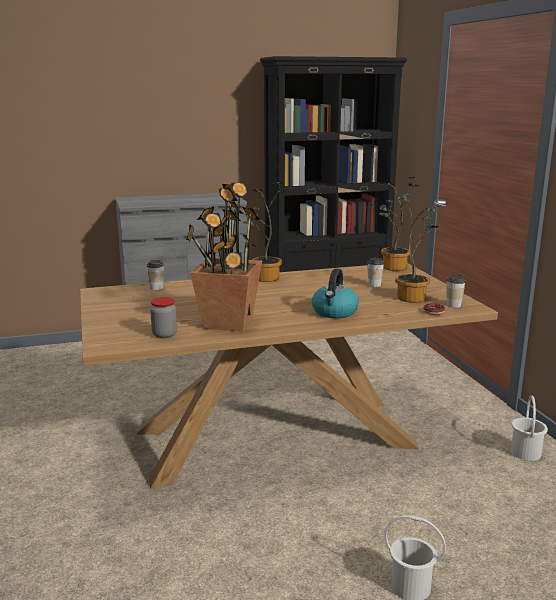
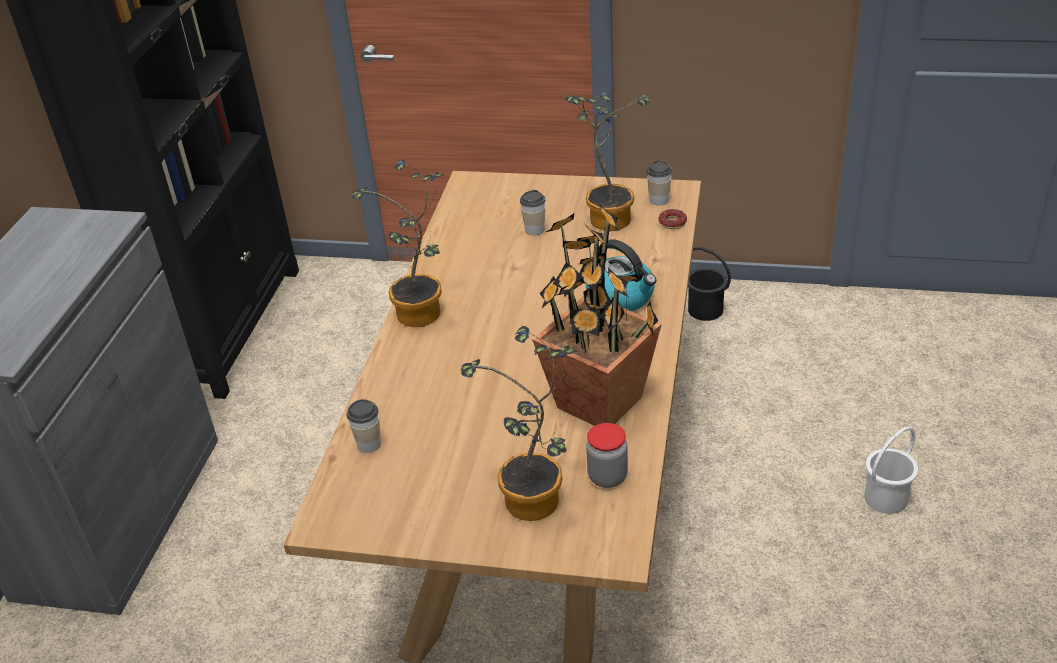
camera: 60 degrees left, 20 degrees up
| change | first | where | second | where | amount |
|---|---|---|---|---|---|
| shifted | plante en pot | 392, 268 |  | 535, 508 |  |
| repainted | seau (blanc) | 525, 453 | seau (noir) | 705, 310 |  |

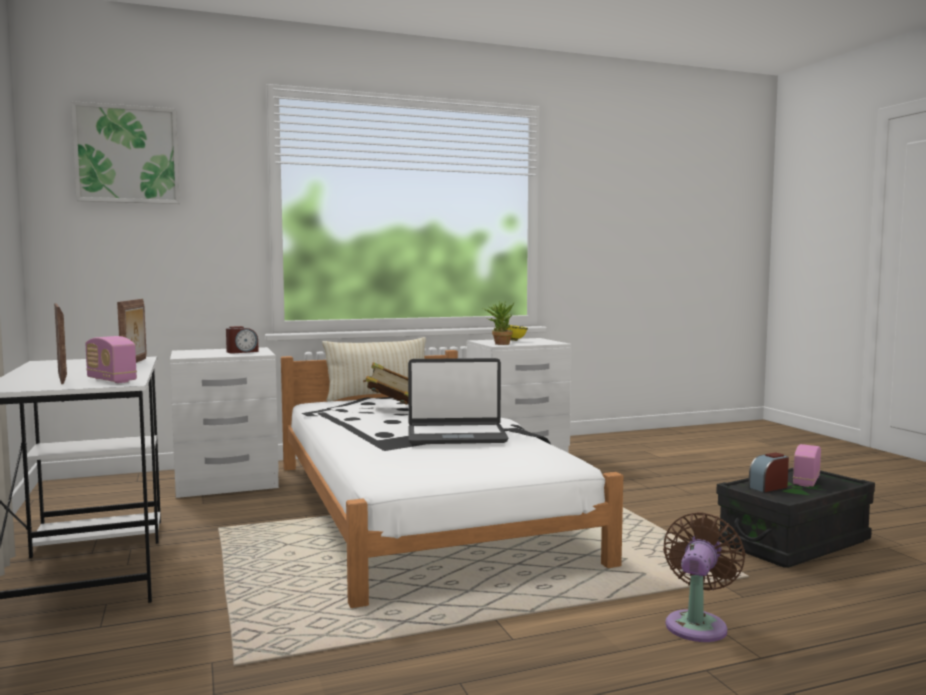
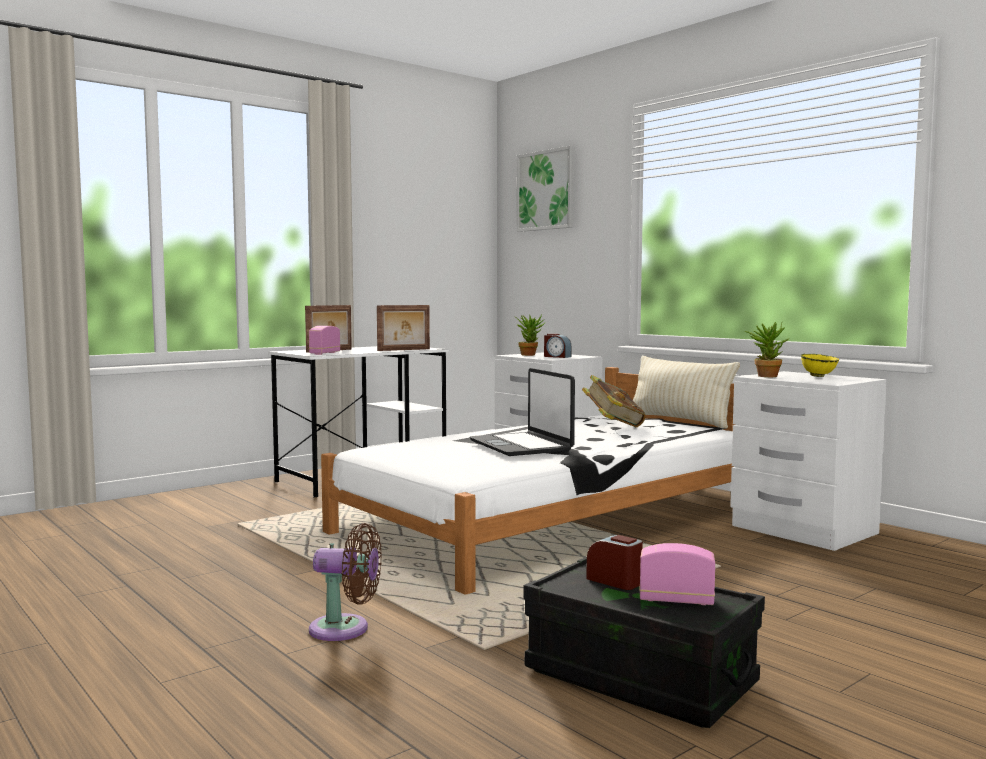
camera: 70 degrees right, 0 degrees up
| change | first | where | second | where | amount |
|---|---|---|---|---|---|
| new |  |  | plante en pot | 530, 355 |  |

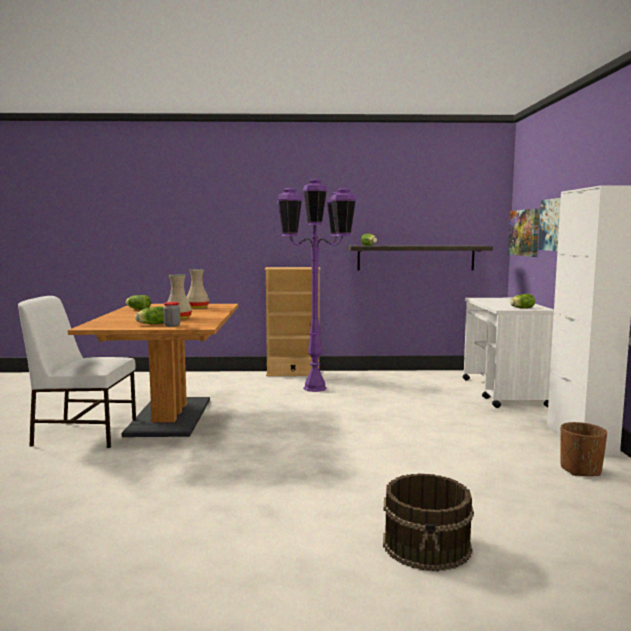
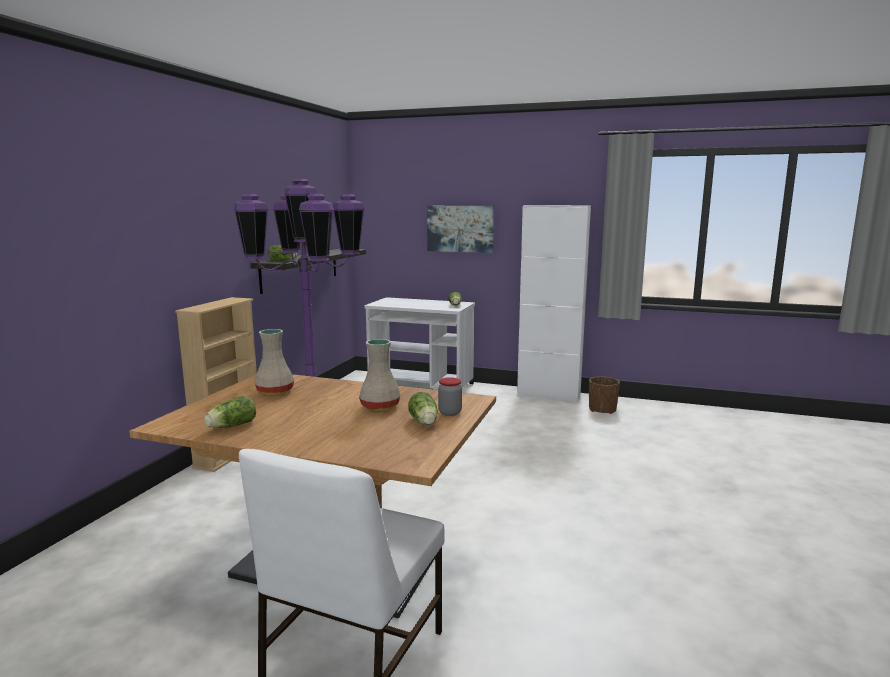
camera: 70 degrees left, 5 degrees up
| change | first | where | second | where | amount |
|---|---|---|---|---|---|
| gone | seau (marron) | 427, 545 |  |  |  |
| gone | tableau | 524, 232 |  |  |  |

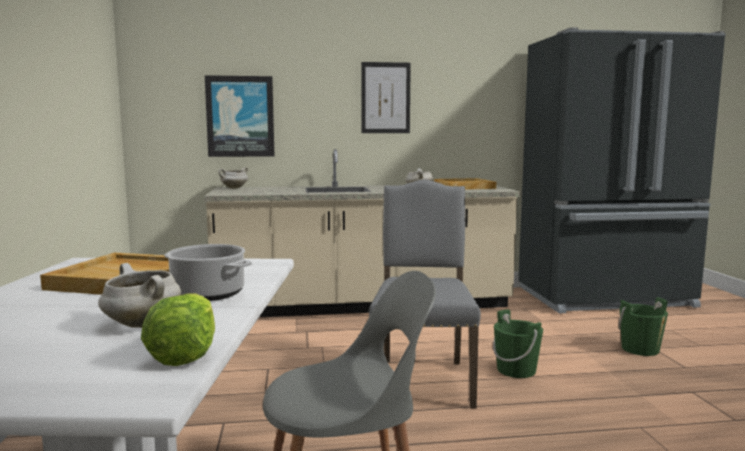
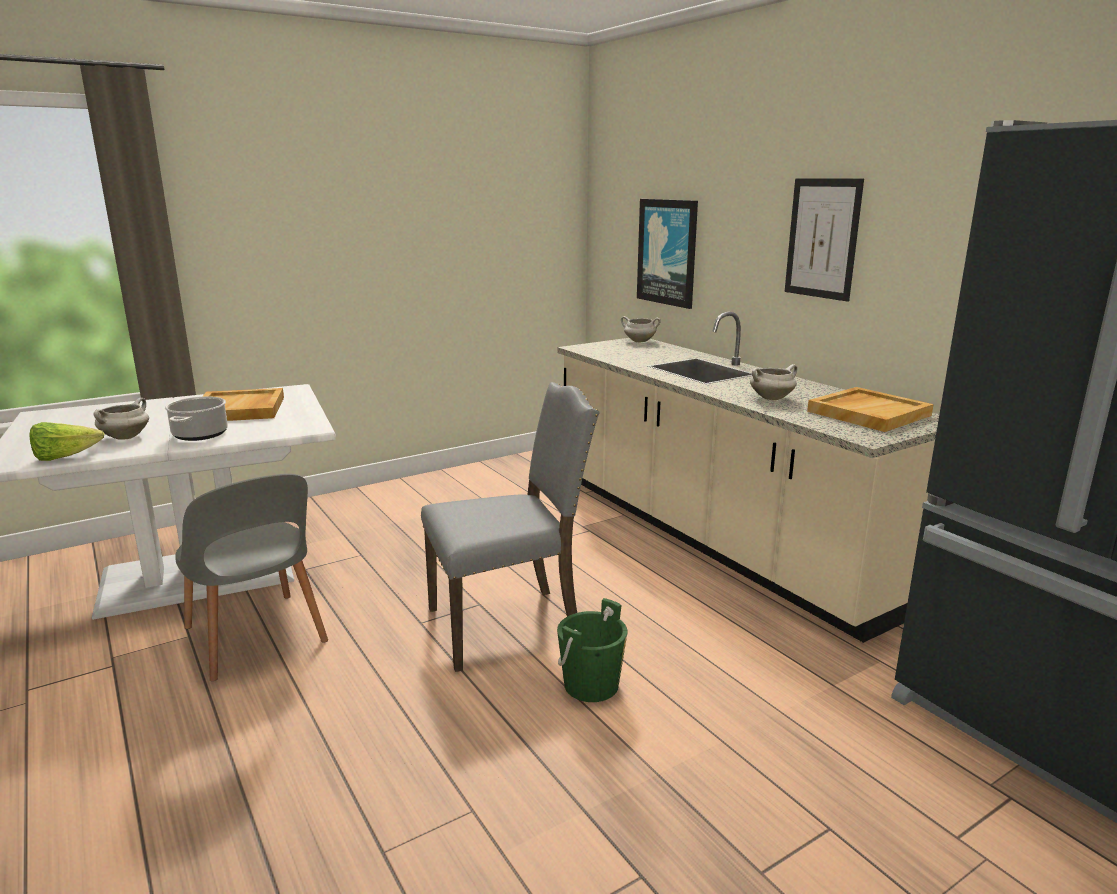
camera: 65 degrees right, 10 degrees up
| change | first | where | second | where | amount |
|---|---|---|---|---|---|
| gone | seau (vert) | 640, 349 |  |  |  |

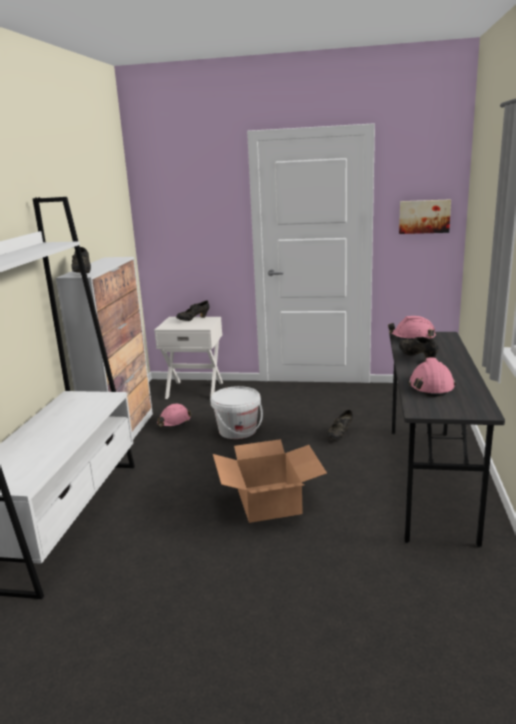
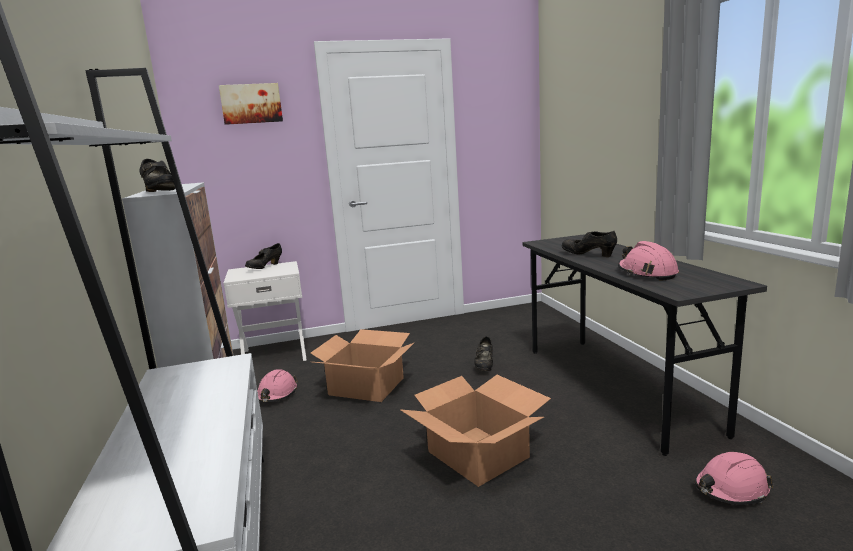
camera: 25 degrees left, 5 degrees down
| change | first | where | second | where | amount |
|---|---|---|---|---|---|
| shifted | tableau | 424, 216 |  | 251, 103 |  |
| swapped | seau (blanc) | 237, 430 | carton | 366, 386 |  |
| shifted | casque de chantier (rose) | 412, 338 |  | 731, 489 |  |

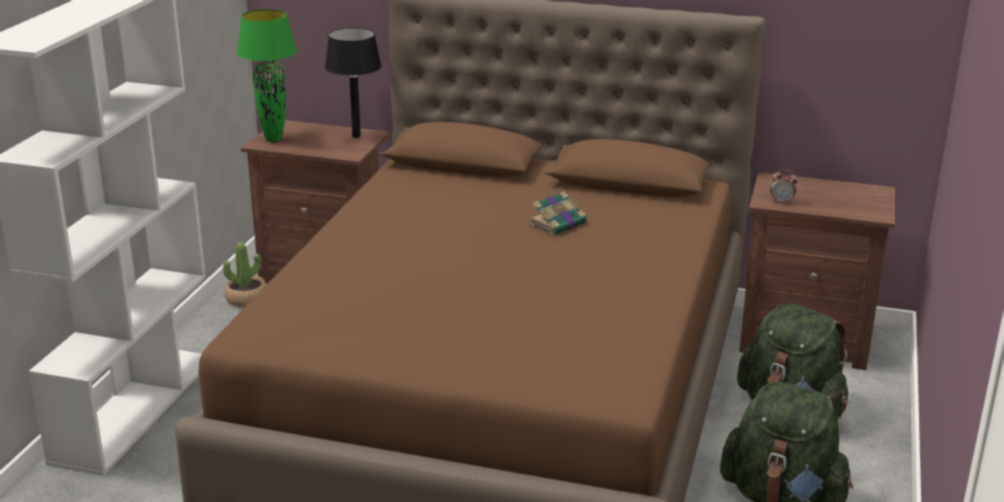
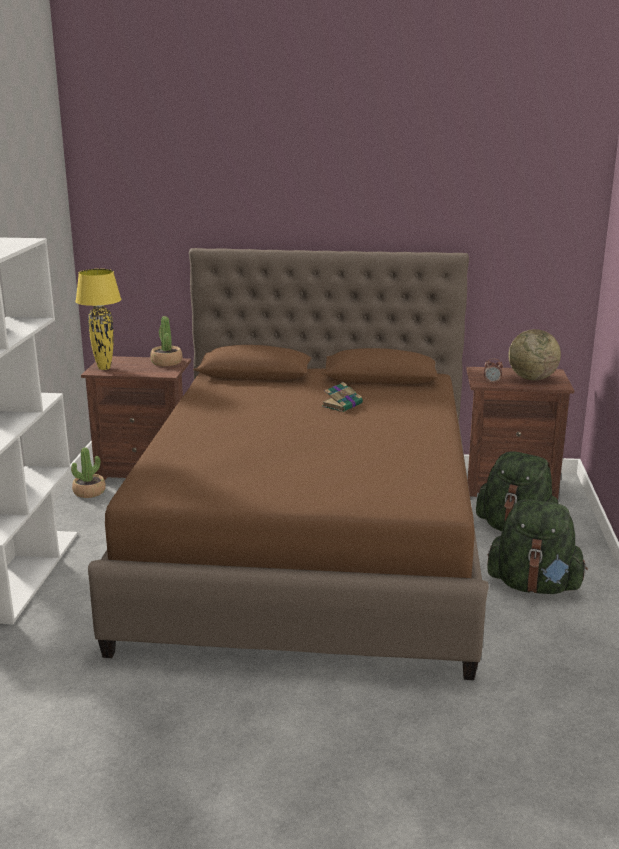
camera: 10 degrees left, 5 degrees down
| change | first | where | second | where | amount |
|---|---|---|---|---|---|
| repainted | lampe de table (vert) | 273, 139 | lampe de table (jaune) | 104, 368 |  |
| swapped | lampe de table (noir) | 356, 136 | plante en pot | 166, 362 |  |
| new |  |  | globe | 532, 378 |  |

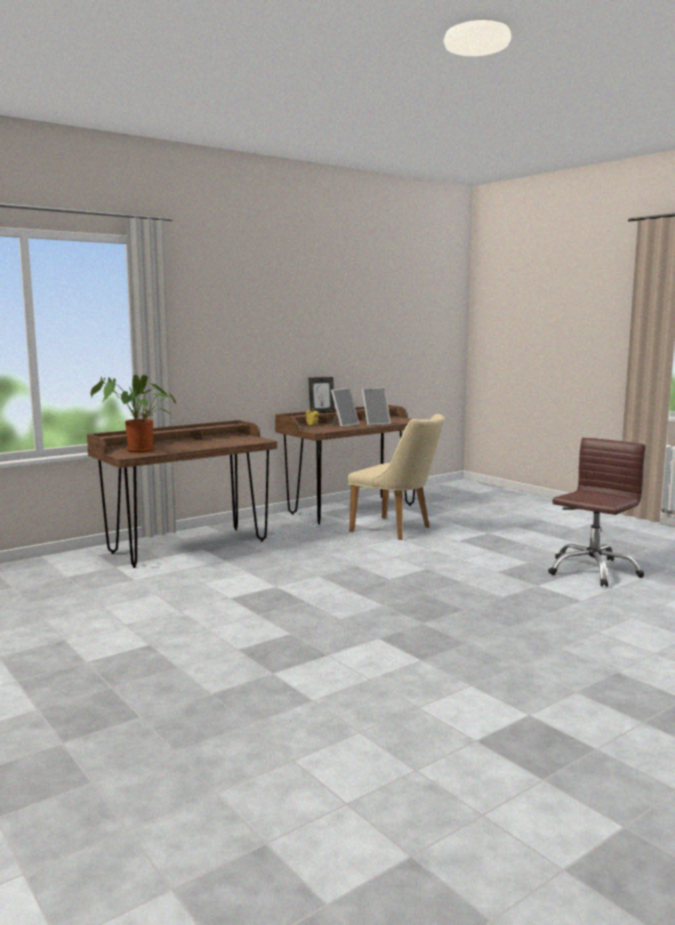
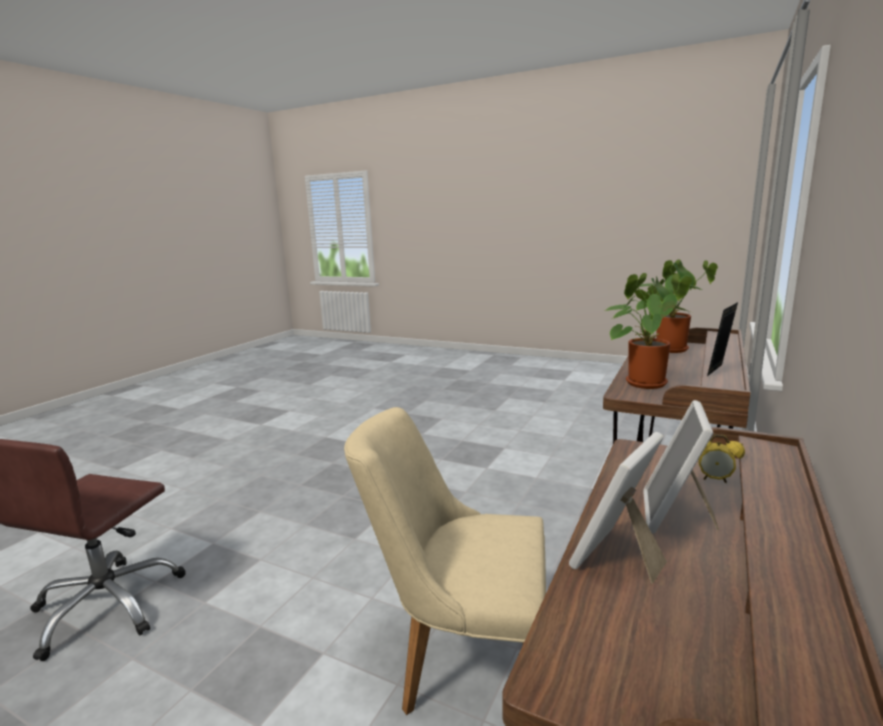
camera: 155 degrees right, 5 degrees up
| change | first | where | second | where | amount |
|---|---|---|---|---|---|
| new |  |  | plante en pot | 644, 382 |  |
| shifted | cadre photo | 321, 412 |  | 719, 371 |  |

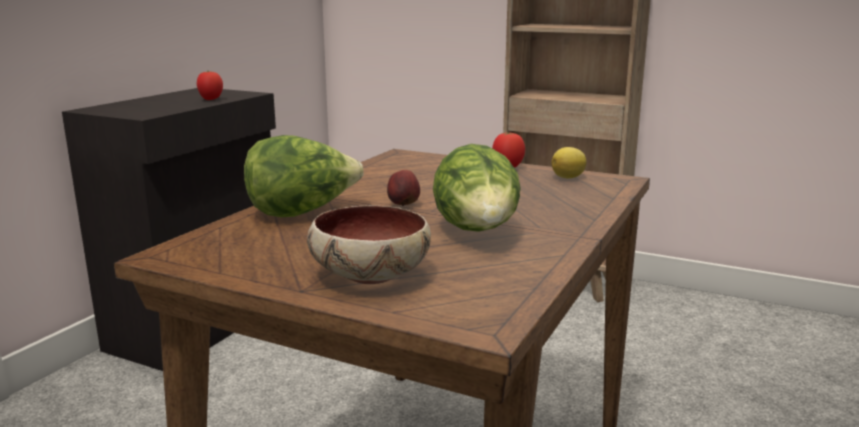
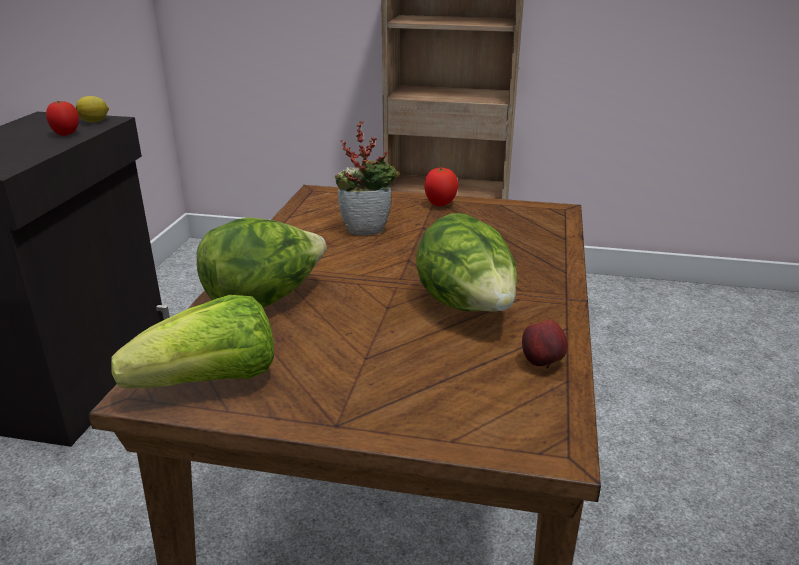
camera: 15 degrees left, 10 degrees up
| change | first | where | second | where | amount |
|---|---|---|---|---|---|
| shifted | citron | 568, 177 |  | 95, 121 |  |
| new |  |  | laitue | 211, 383 |  |
| new |  |  | plante en pot | 368, 230 |  |
| shifted | pomme | 403, 205 |  | 542, 363 |  |
| gone | bol | 368, 276 |  |  |  |

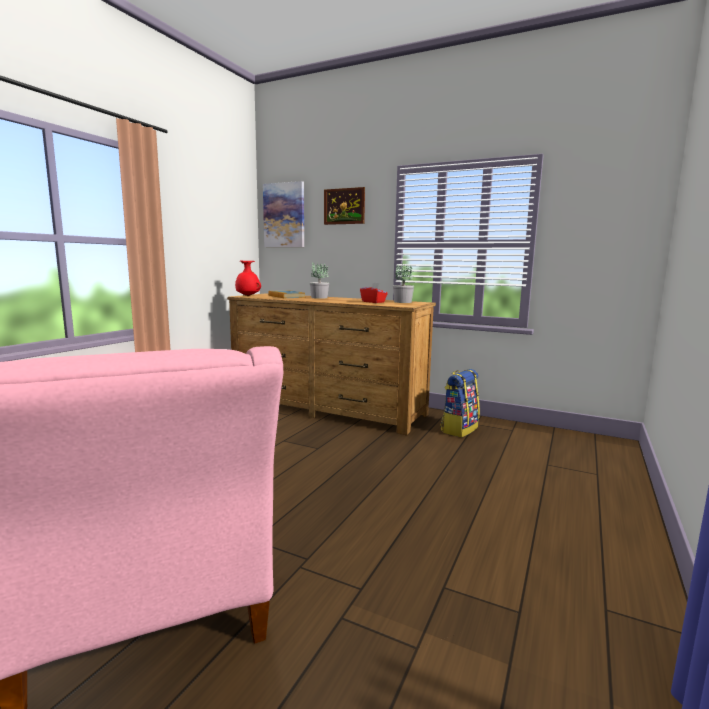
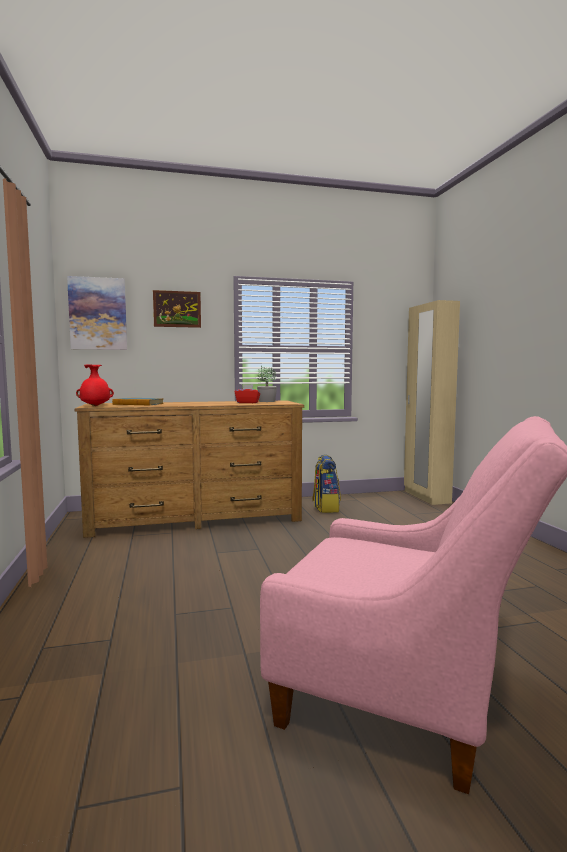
camera: 40 degrees left, 5 degrees down
| change | first | where | second | where | amount |
|---|---|---|---|---|---|
| new |  |  | armoire (beige) | 426, 497 |  |
| gone | plante en pot | 319, 297 |  |  |  |

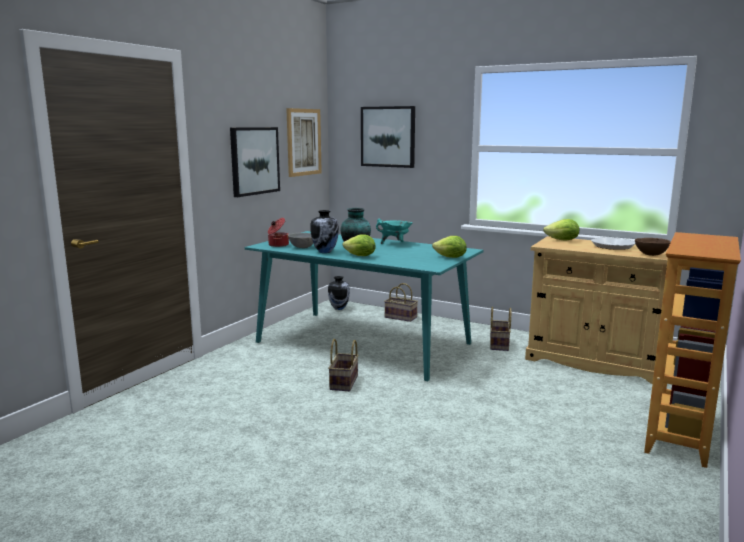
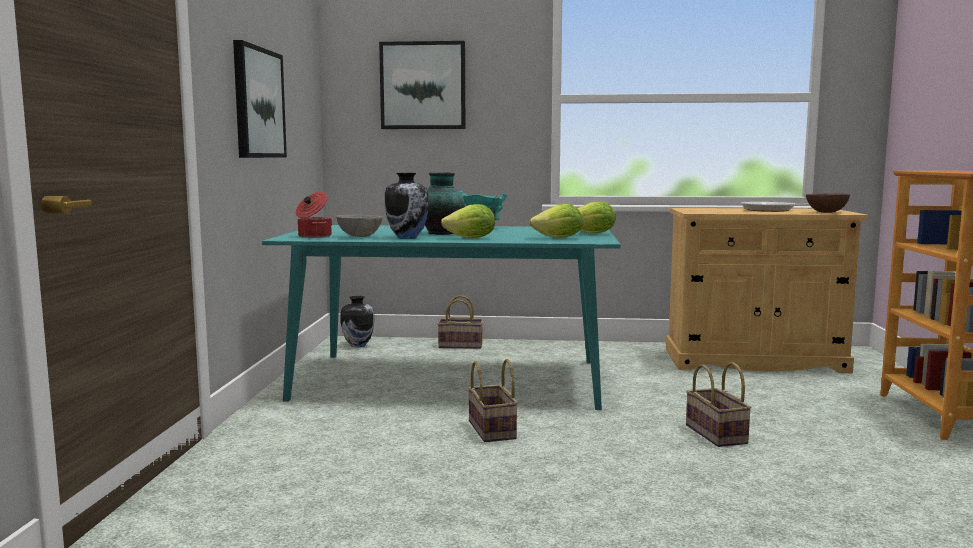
camera: 25 degrees left, 5 degrees down
| change | first | where | second | where | amount |
|---|---|---|---|---|---|
| shifted | laitue | 562, 240 |  | 559, 238 |  |
| shifted | panier | 500, 345 |  | 718, 435 |  |
| gone | tableau | 303, 142 |  |  |  |

